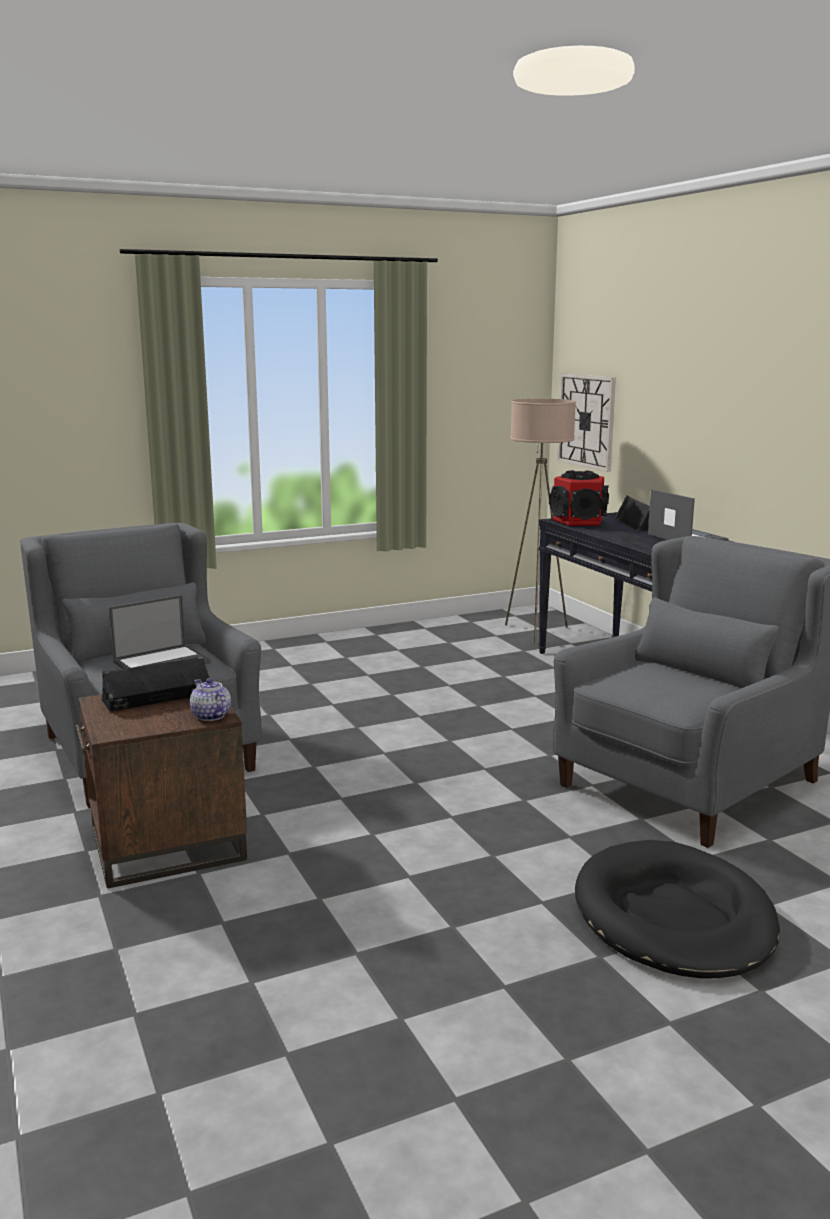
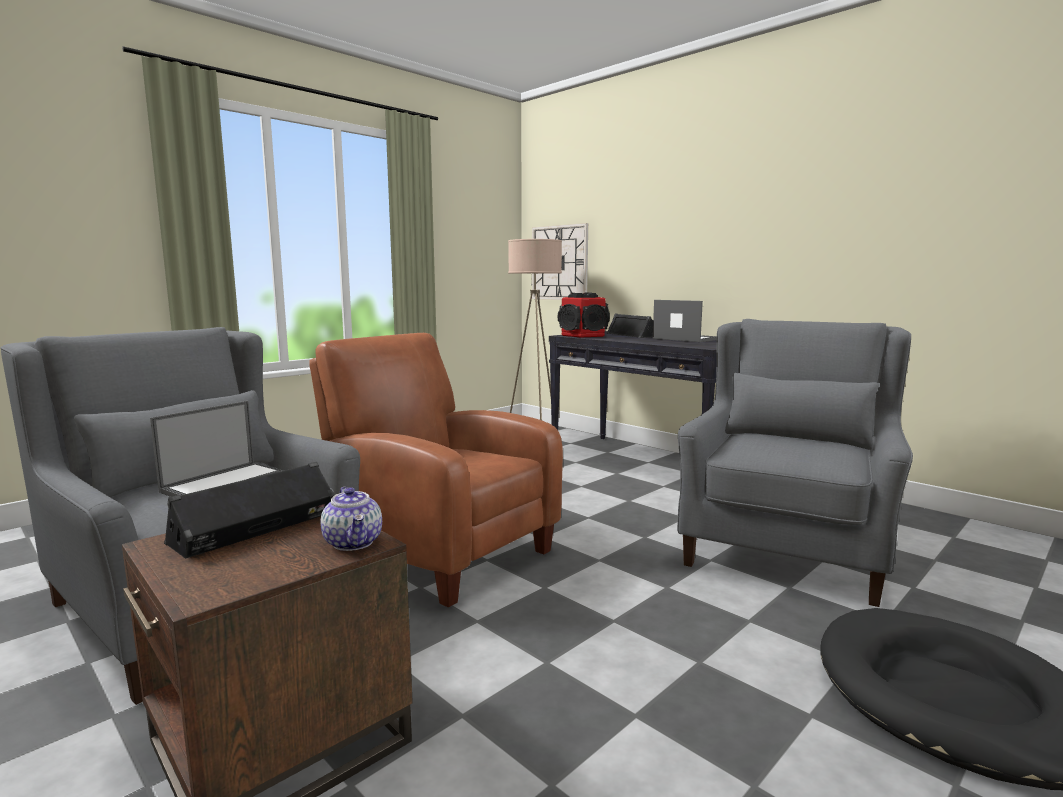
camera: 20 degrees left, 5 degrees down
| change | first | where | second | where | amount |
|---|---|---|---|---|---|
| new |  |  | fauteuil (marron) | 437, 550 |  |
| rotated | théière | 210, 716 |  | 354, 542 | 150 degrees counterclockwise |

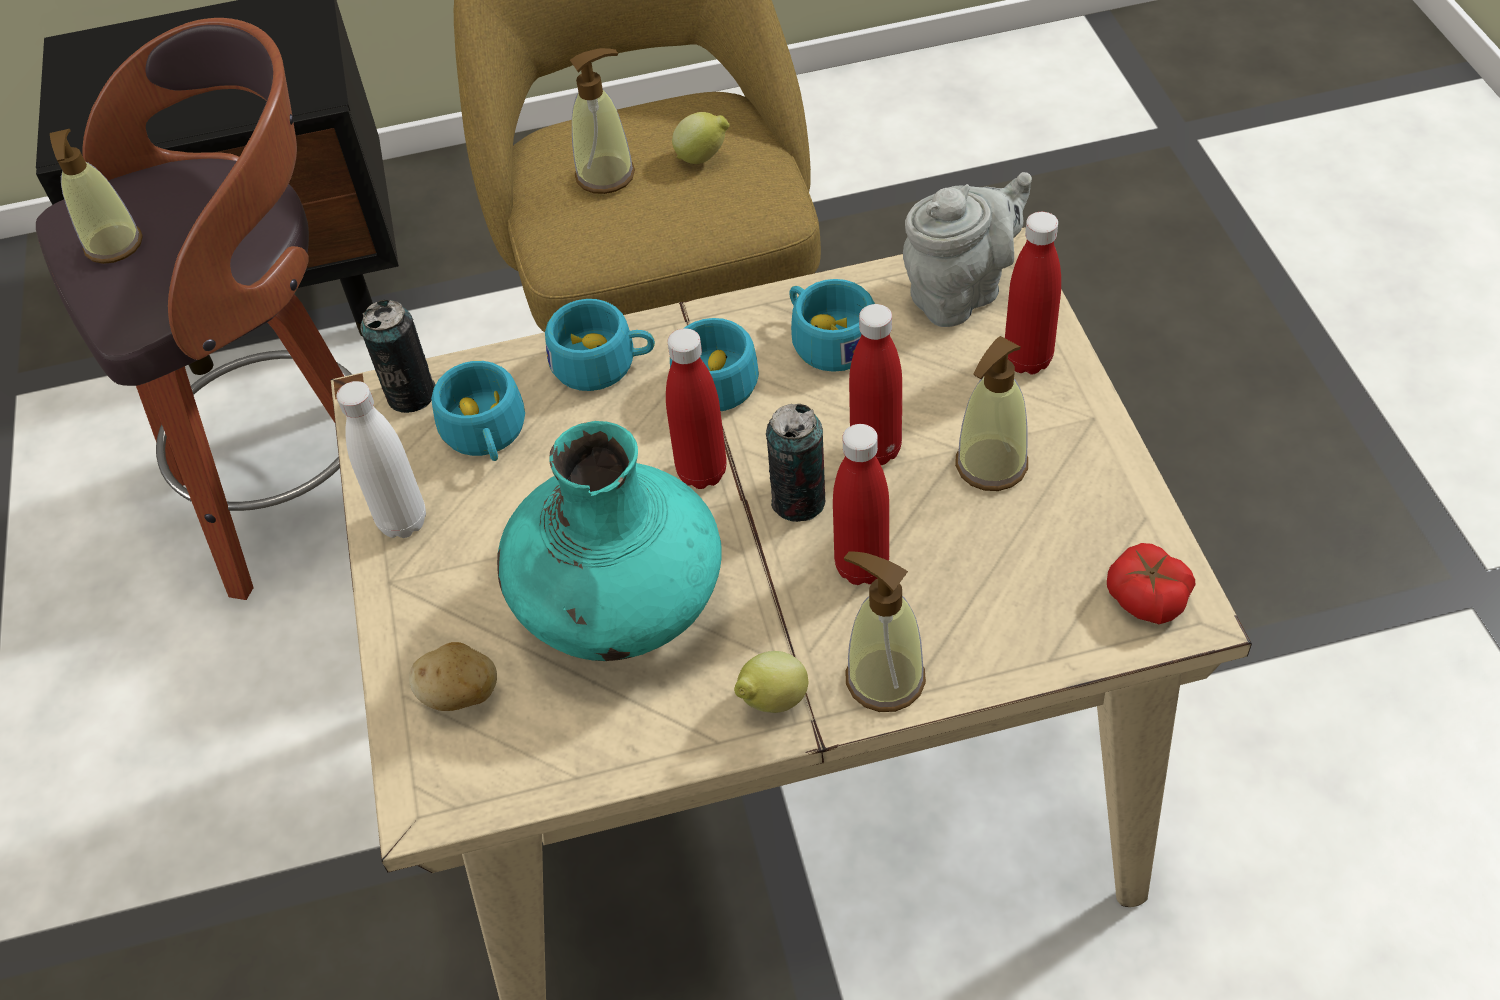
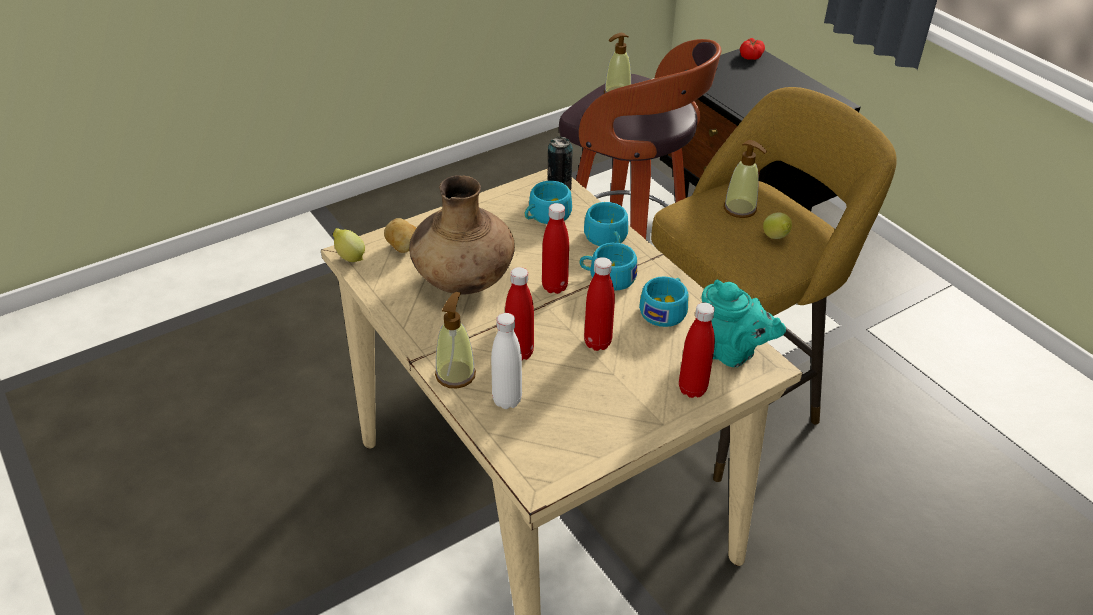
camera: 65 degrees right, 10 degrees down
| change | first | where | second | where | amount |
|---|---|---|---|---|---|
| shifted | citron | 771, 702 |  | 349, 257 |  |
| repainted | vase (turquoise) | 619, 610 | vase (marron) | 463, 281 |  |
| shifted | bouteille (blanc) | 403, 521 |  | 507, 400 |  |
| repainted | théière (gris) | 961, 292 | théière (turquoise) | 729, 353 |  |
| shifted | tomate | 1146, 597 |  | 751, 56 |  |
| gone | boîte métallique | 798, 501 |  |  |  |
| gone | distributeur de savon | 991, 465 |  |  |  |

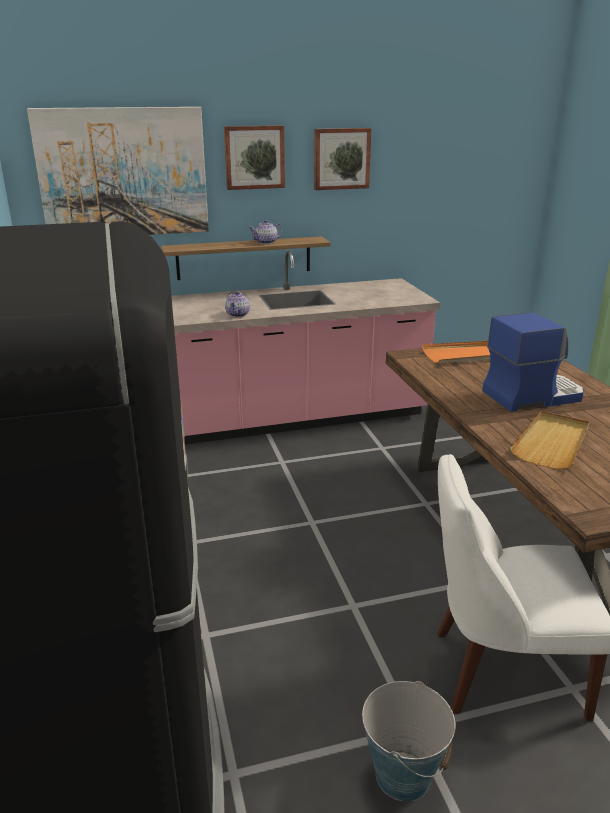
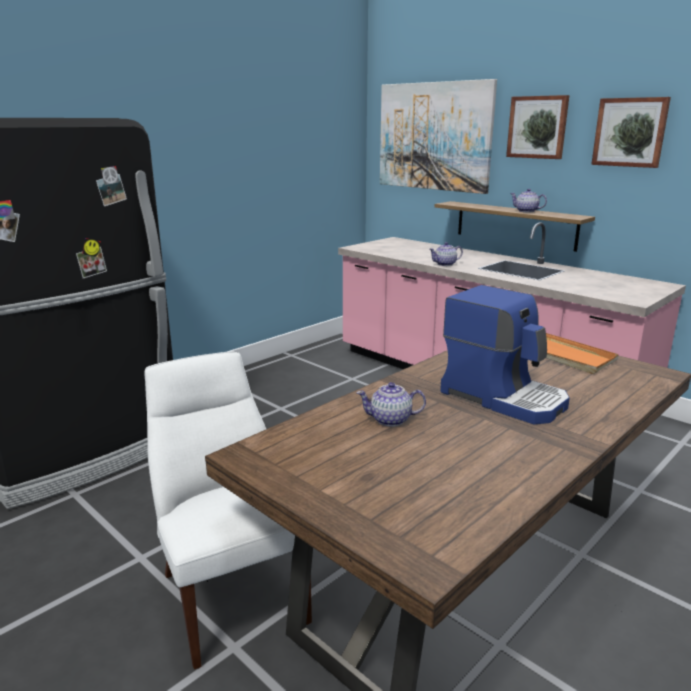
camera: 60 degrees right, 5 degrees down
| change | first | where | second | where | amount |
|---|---|---|---|---|---|
| swapped | plateau (beige) | 552, 443 | théière | 391, 420 |  |
| gone | seau | 403, 774 |  |  |  |

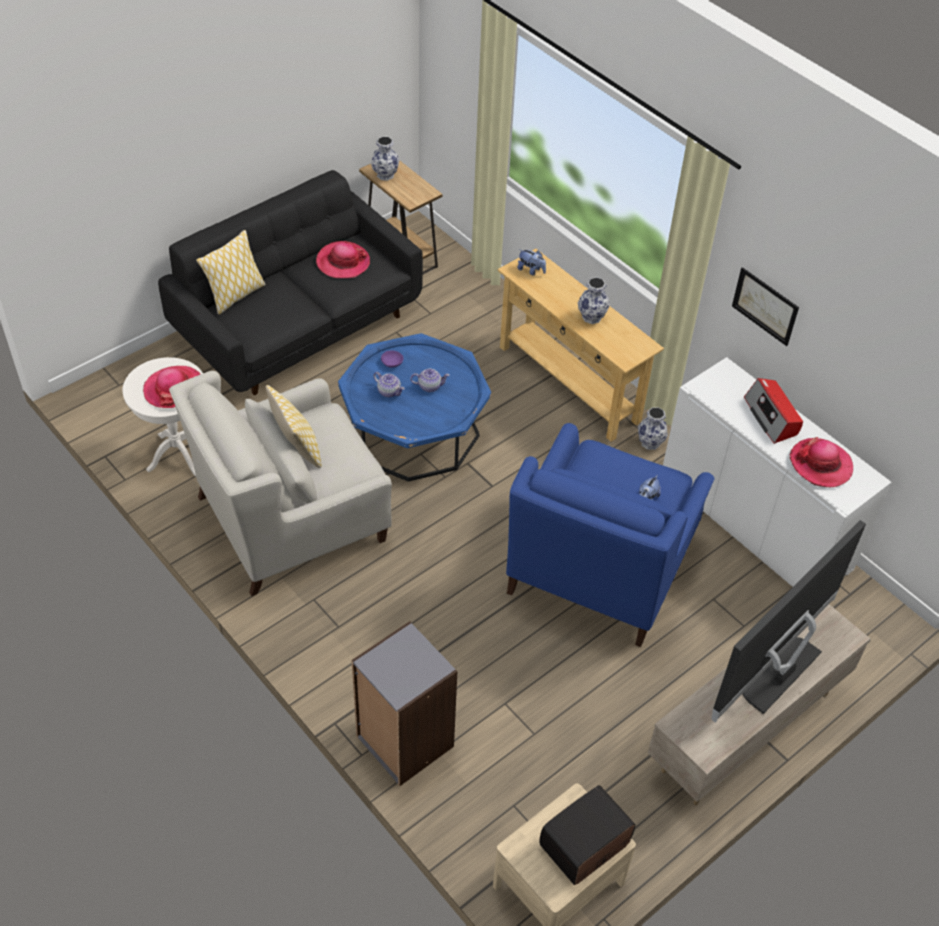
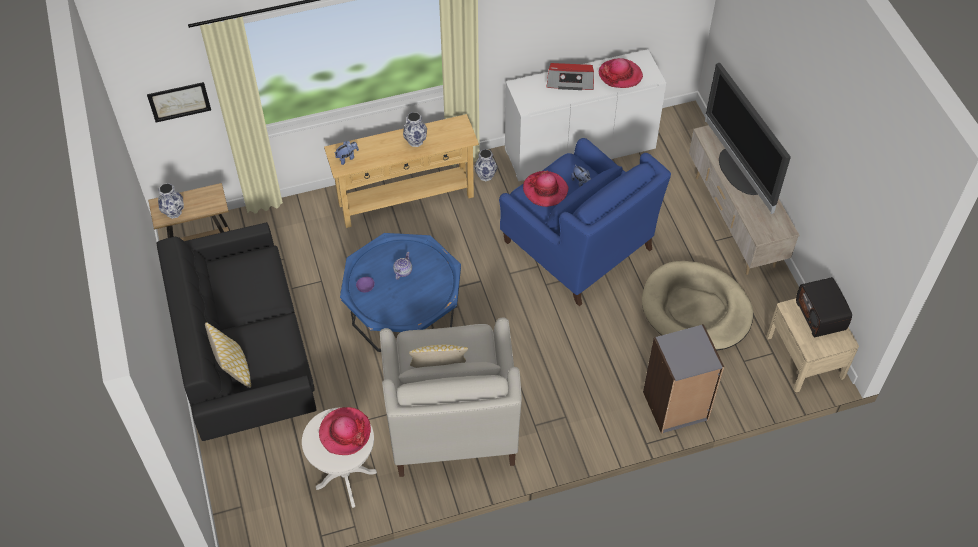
camera: 65 degrees left, 5 degrees up
| change | first | where | second | where | amount |
|---|---|---|---|---|---|
| shifted | tableau | 765, 306 |  | 179, 101 |  |
| shifted | chapeau | 343, 262 |  | 545, 190 |  |
| new |  |  | panier pour chien (beige) | 696, 309 |  |
| gone | théière | 389, 391 |  |  |  |

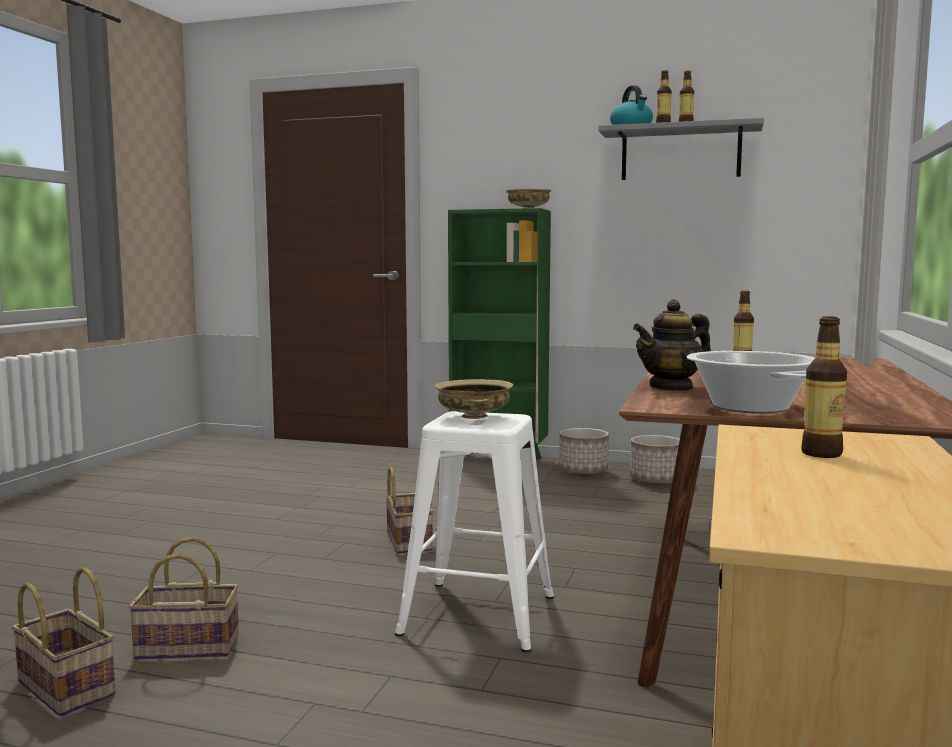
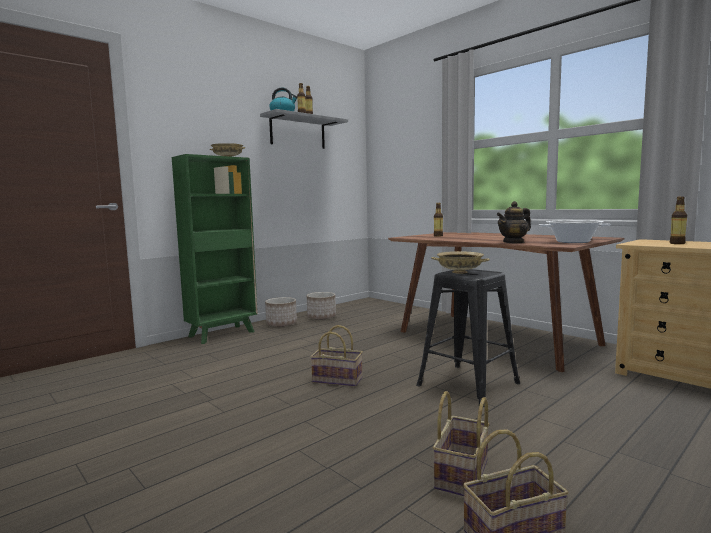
camera: 60 degrees left, 0 degrees up
| change | first | where | second | where | amount |
|---|---|---|---|---|---|
| repainted | tabouret (blanc) | 477, 613 | tabouret (noir) | 466, 384 |  |
| rotated | théière | 671, 387 |  | 513, 242 | 60 degrees clockwise |

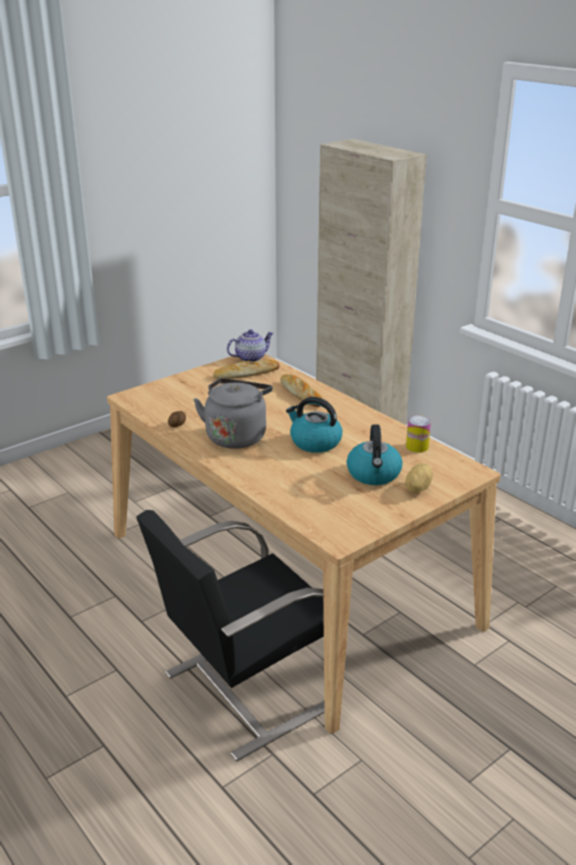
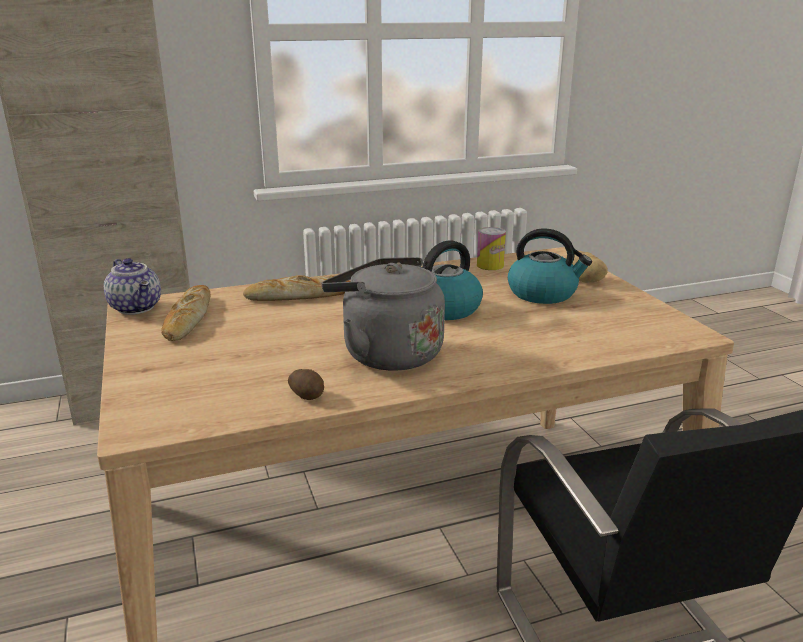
camera: 70 degrees left, 5 degrees down
| change | first | where | second | where | amount |
|---|---|---|---|---|---|
| rotated | théière | 250, 358 |  | 137, 307 | 150 degrees clockwise |

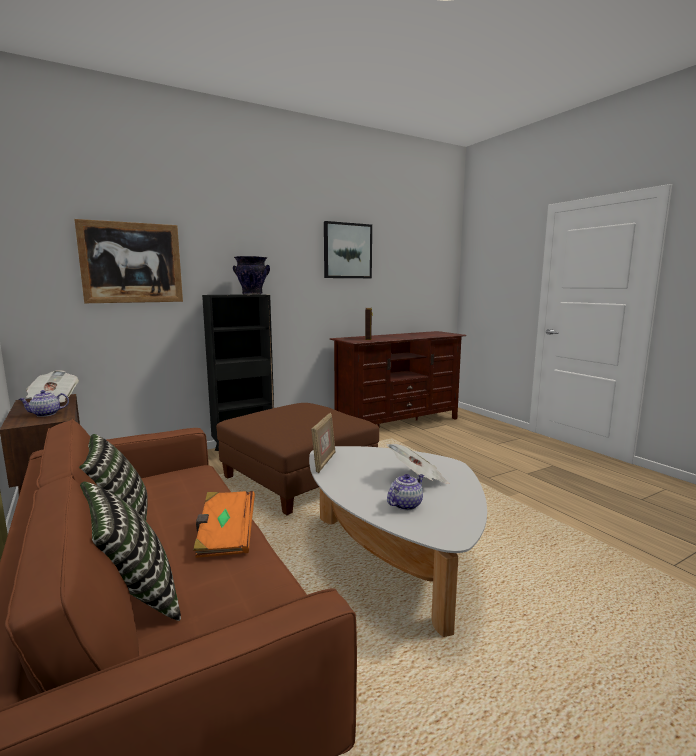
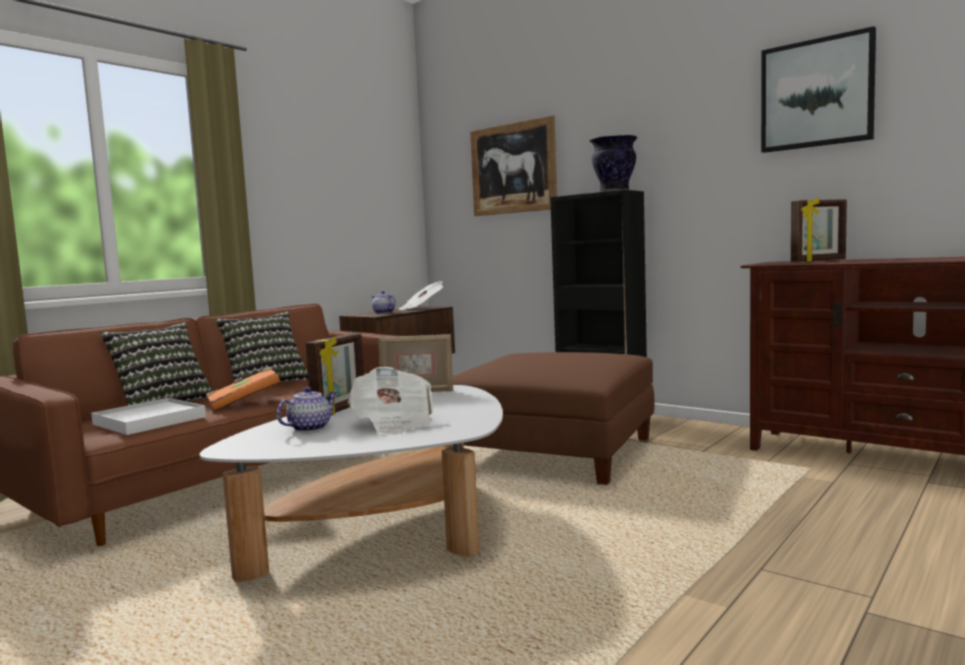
camera: 70 degrees right, 5 degrees down
| change | first | where | second | where | amount |
|---|---|---|---|---|---|
| new |  |  | plateau (blanc) | 149, 421 |  |
| rotated | théière | 405, 504 |  | 310, 428 | 75 degrees counterclockwise |
| new |  |  | cadre photo | 340, 410 |  |

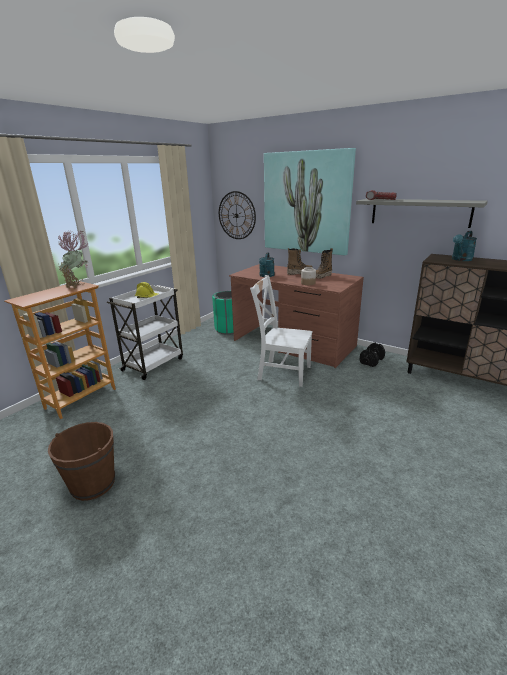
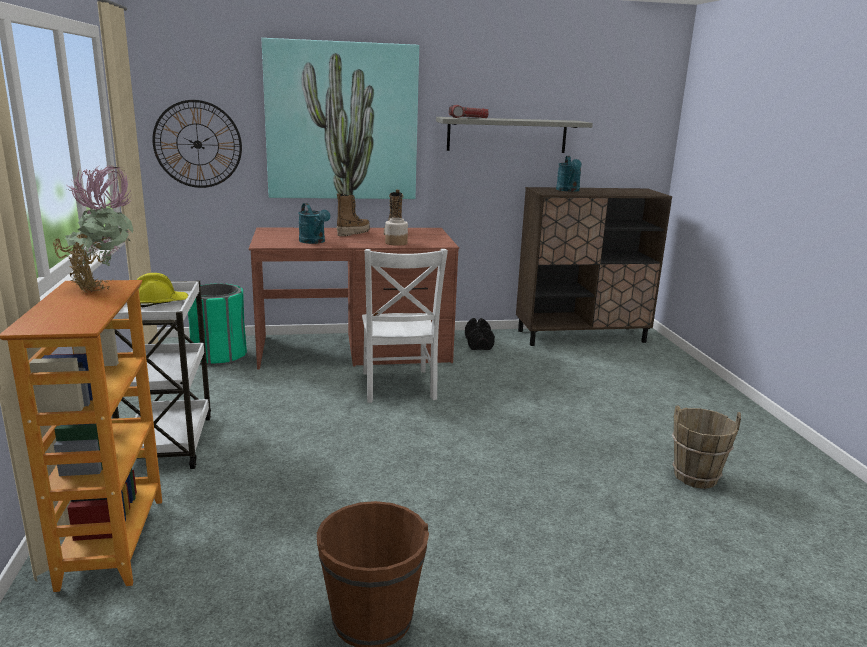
camera: 45 degrees left, 5 degrees down
| change | first | where | second | where | amount |
|---|---|---|---|---|---|
| rotated | chaise (blanc) | 282, 372 |  | 398, 387 | 75 degrees counterclockwise |
| new |  |  | seau (marron) | 695, 477 |  |

